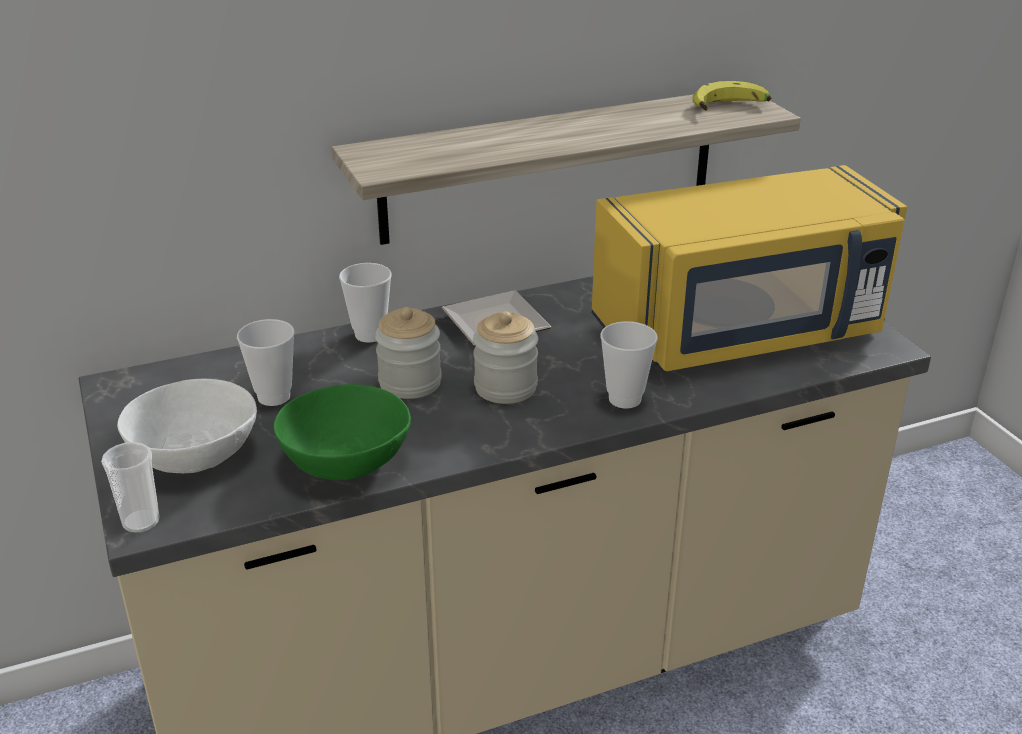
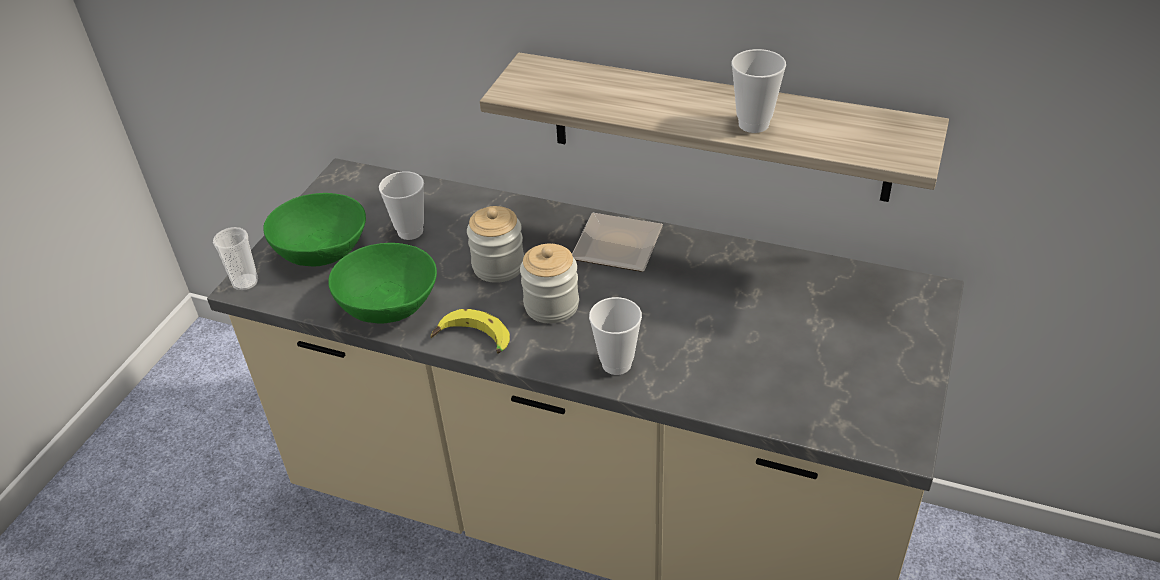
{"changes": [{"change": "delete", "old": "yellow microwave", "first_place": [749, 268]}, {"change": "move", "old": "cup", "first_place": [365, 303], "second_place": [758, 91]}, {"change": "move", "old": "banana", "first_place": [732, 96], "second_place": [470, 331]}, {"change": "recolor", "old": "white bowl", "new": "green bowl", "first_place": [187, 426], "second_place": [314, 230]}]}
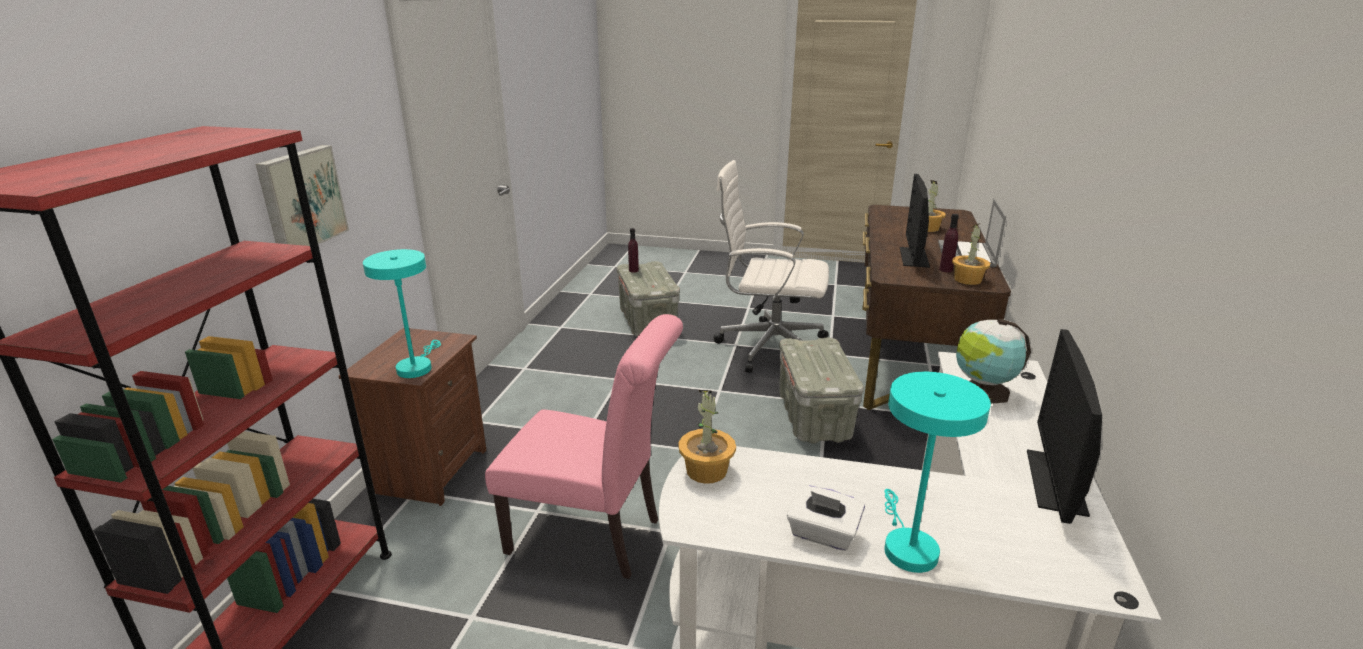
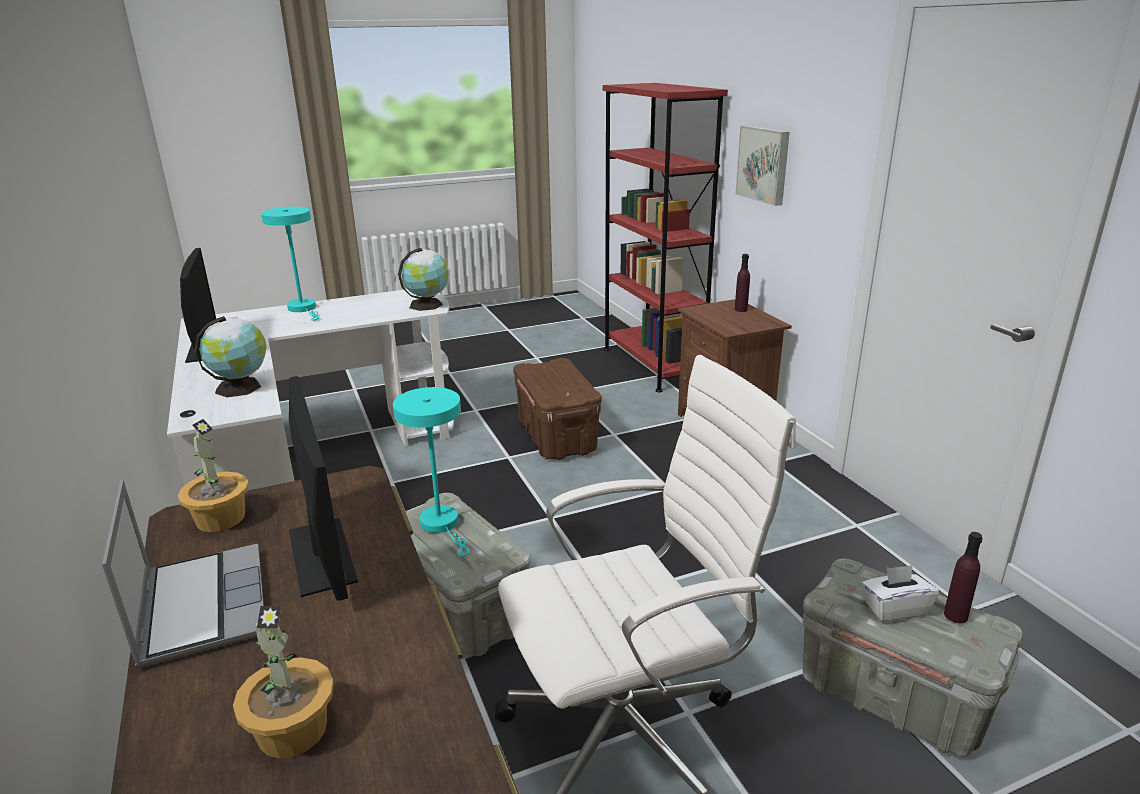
{"changes": [{"change": "move", "old": "turquoise table lamp", "first_place": [402, 313], "second_place": [431, 472]}, {"change": "move", "old": "white tissue box", "first_place": [826, 518], "second_place": [900, 593]}, {"change": "move", "old": "purple bottle", "first_place": [949, 243], "second_place": [742, 283]}, {"change": "replace", "old": "pink chair", "new": "brown storage box", "first_place": [584, 446], "second_place": [557, 409]}, {"change": "replace", "old": "potted plant", "new": "globe", "first_place": [707, 437], "second_place": [423, 279]}]}
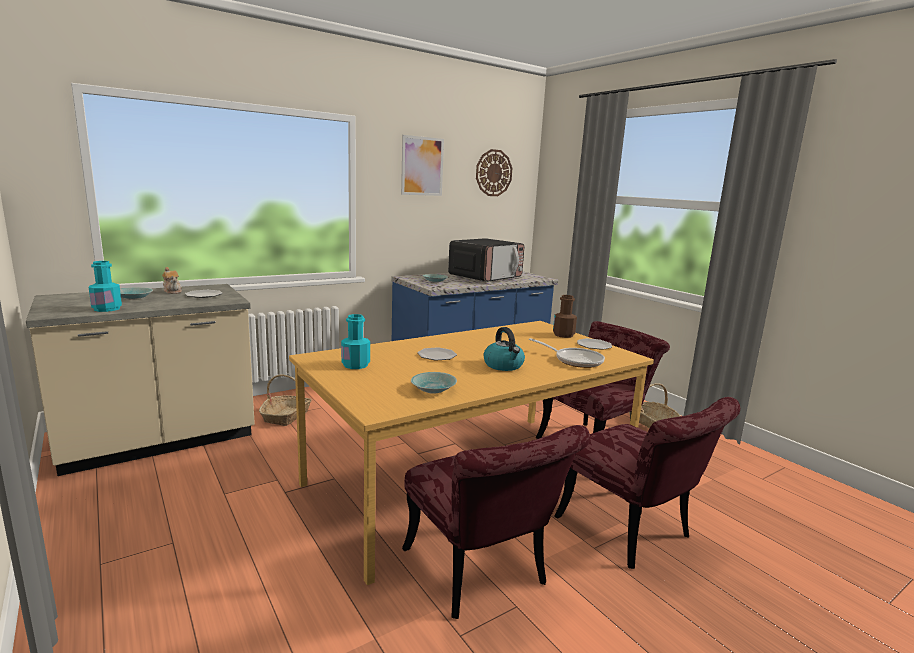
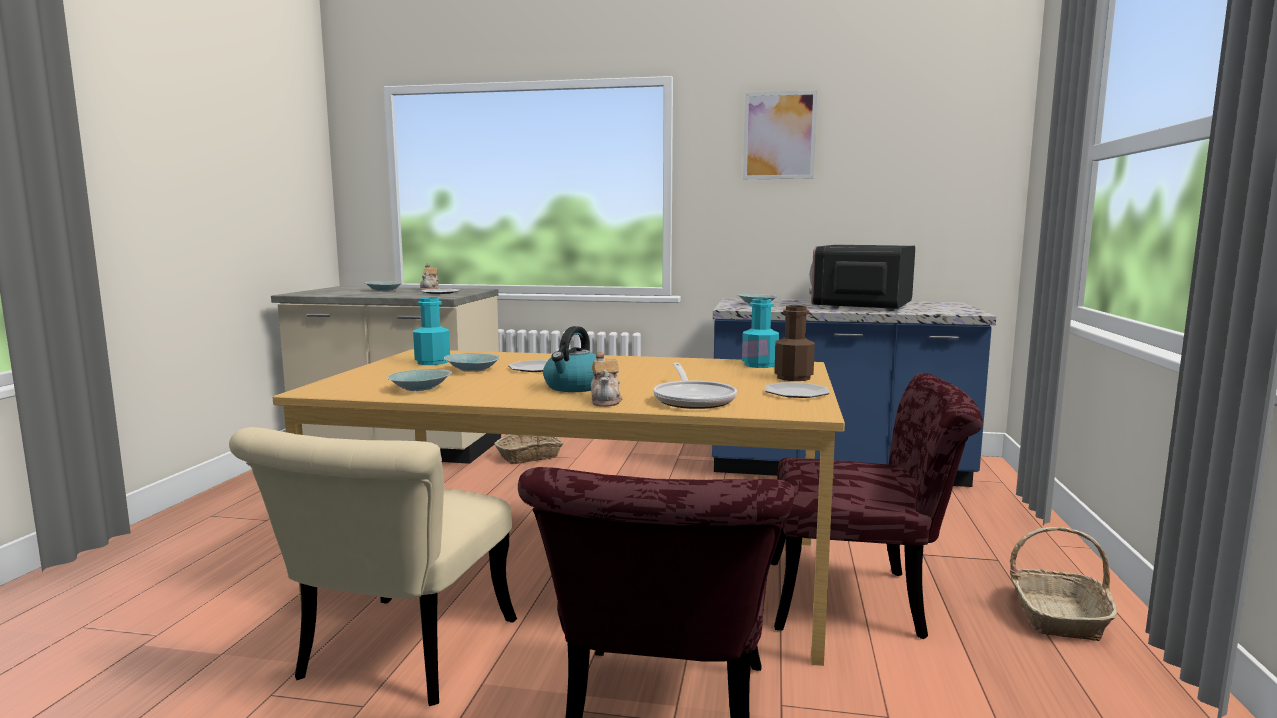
{"changes": [{"change": "delete", "old": "wall clock", "first_place": [494, 172]}, {"change": "insert", "new": "turquoise bowl", "second_place": [472, 362]}, {"change": "insert", "new": "teapot", "second_place": [606, 379]}, {"change": "move", "old": "turquoise bottle", "first_place": [105, 286], "second_place": [760, 333]}, {"change": "recolor", "old": "red chair", "new": "beige chair", "first_place": [496, 522], "second_place": [373, 566]}, {"change": "rotate", "old": "microwave", "first_place": [486, 260], "second_place": [862, 278], "degrees": 120}]}
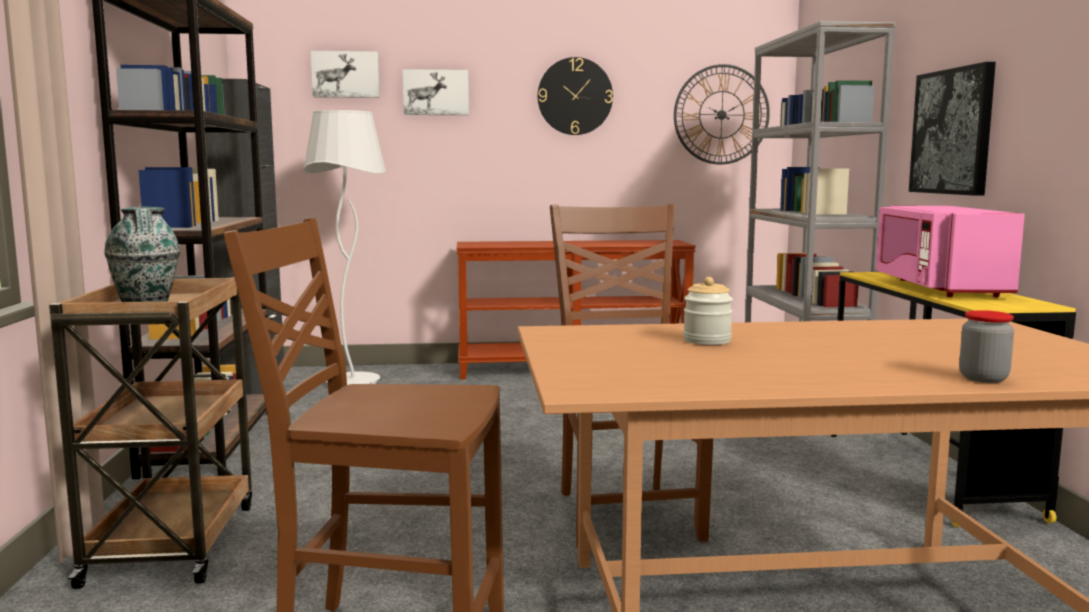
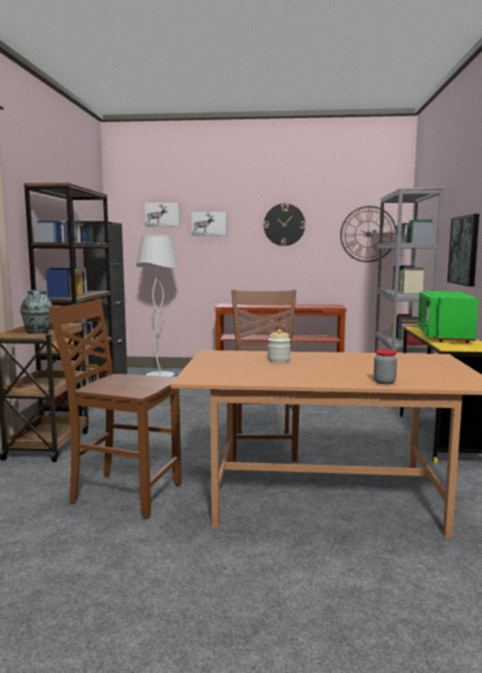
{"changes": [{"change": "recolor", "old": "pink microwave", "new": "green microwave", "first_place": [950, 251], "second_place": [448, 317]}]}
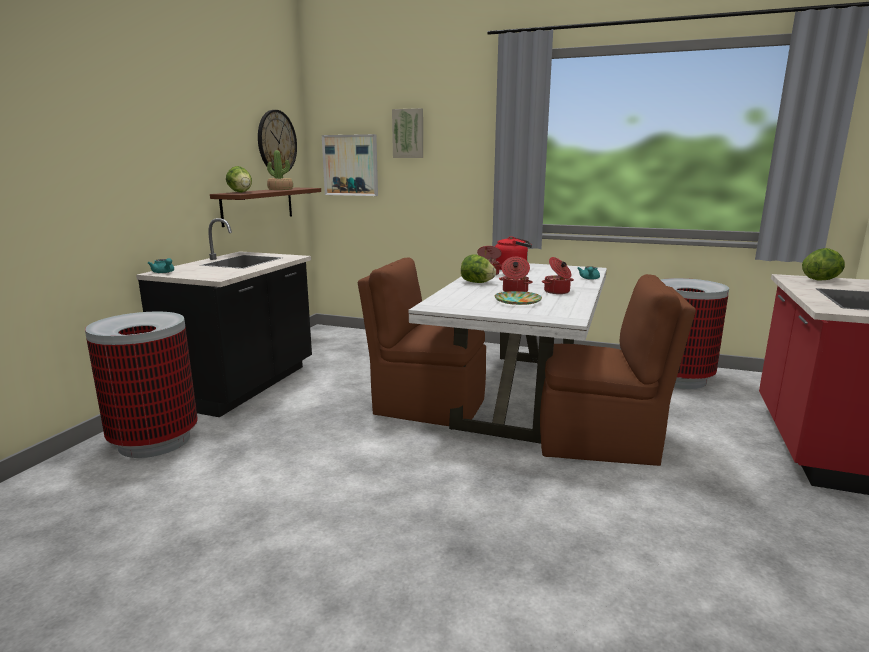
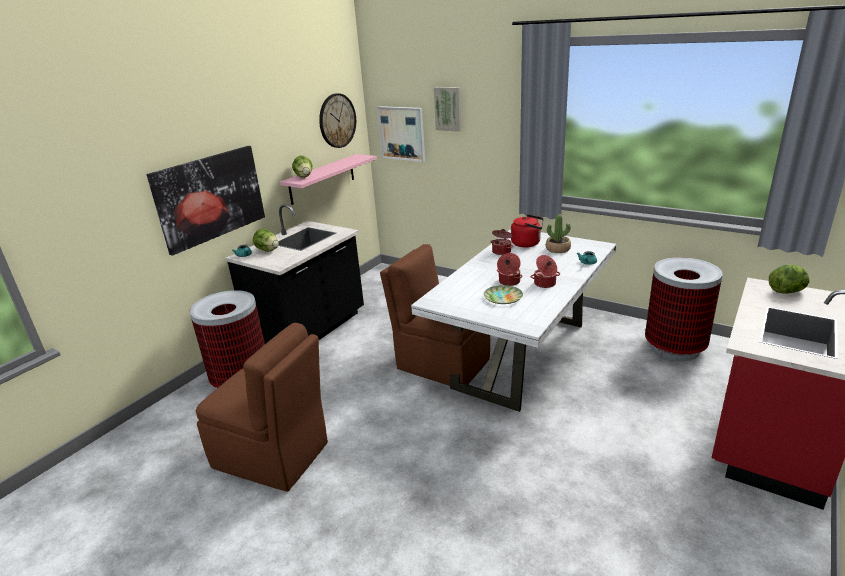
{"changes": [{"change": "insert", "new": "picture", "second_place": [205, 201]}, {"change": "move", "old": "potted plant", "first_place": [280, 170], "second_place": [558, 233]}, {"change": "move", "old": "lettuce", "first_place": [478, 268], "second_place": [266, 240]}, {"change": "move", "old": "brown chair", "first_place": [618, 370], "second_place": [262, 407]}, {"change": "recolor", "old": "brown shelf", "new": "pink shelf", "first_place": [265, 207], "second_place": [328, 179]}]}
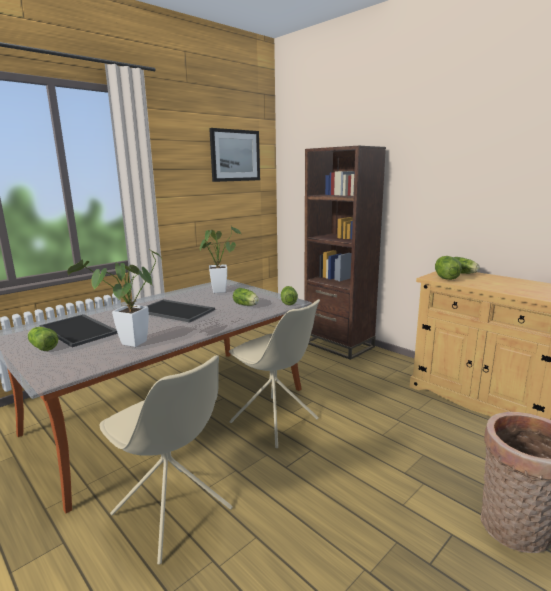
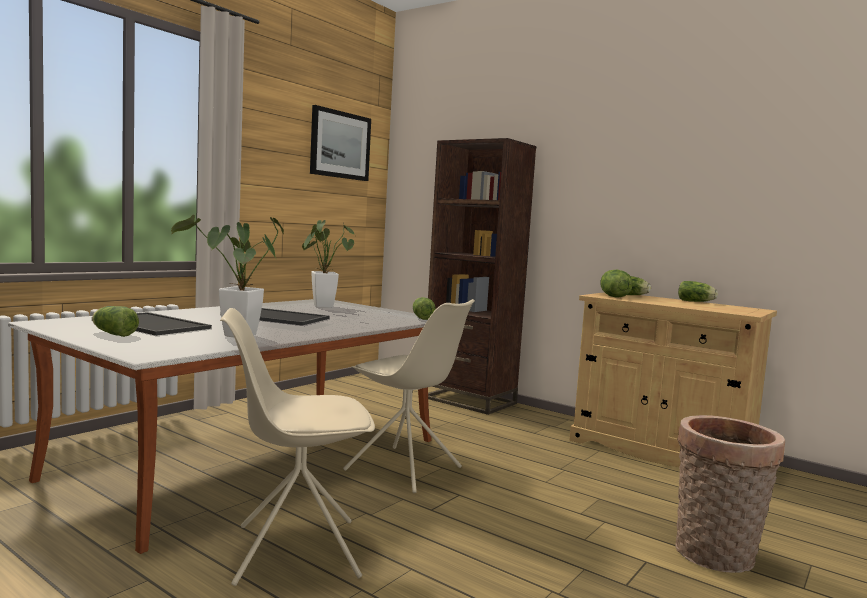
{"changes": [{"change": "move", "old": "lettuce", "first_place": [246, 297], "second_place": [698, 291]}, {"change": "rotate", "old": "beige chair", "first_place": [166, 460], "second_place": [297, 447], "degrees": 135}]}
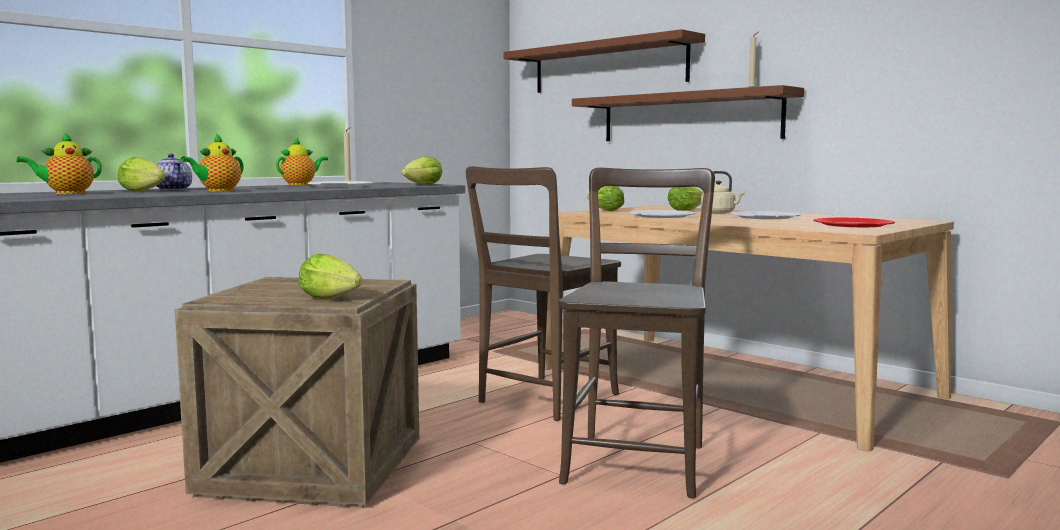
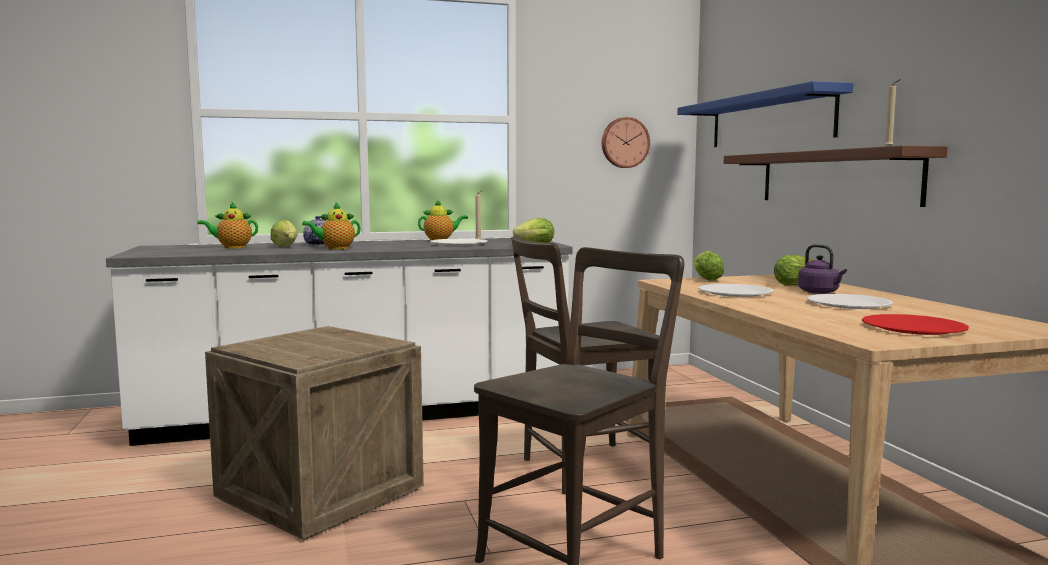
{"changes": [{"change": "delete", "old": "lettuce", "first_place": [331, 276]}, {"change": "insert", "new": "wall clock", "second_place": [626, 142]}, {"change": "recolor", "old": "brown shelf", "new": "blue shelf", "first_place": [604, 61], "second_place": [765, 114]}, {"change": "recolor", "old": "beige kettle", "new": "purple kettle", "first_place": [723, 192], "second_place": [822, 269]}]}
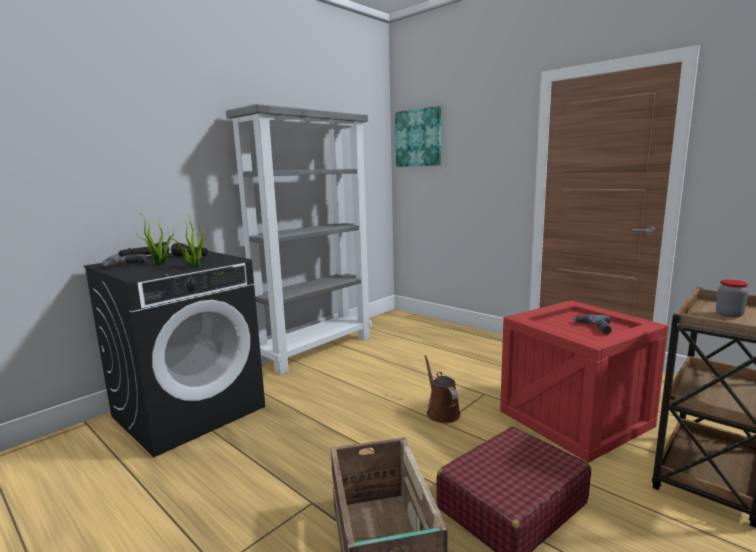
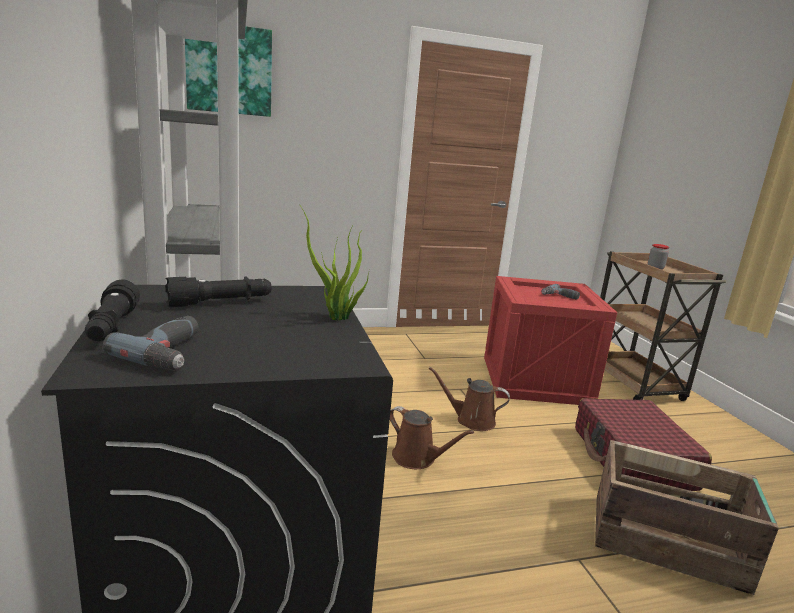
{"changes": [{"change": "delete", "old": "potted plant", "first_place": [154, 241]}, {"change": "insert", "new": "brown watering can", "second_place": [432, 437]}]}
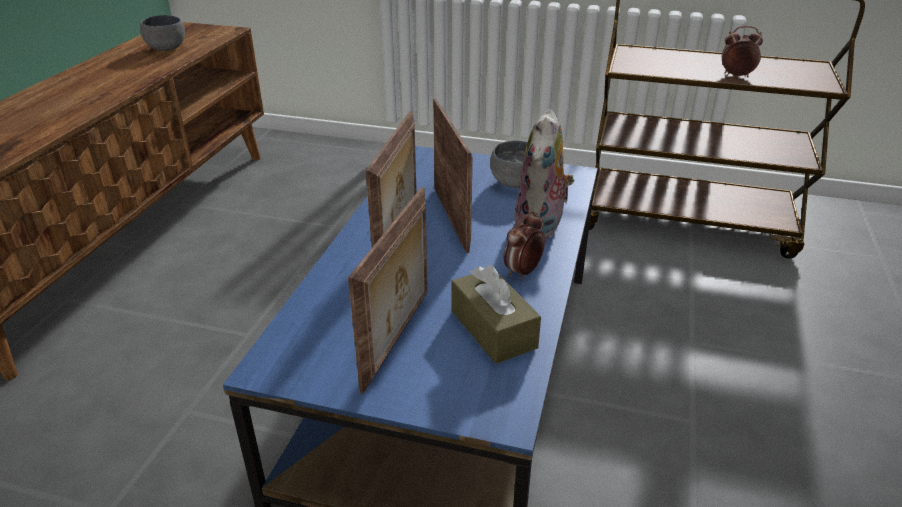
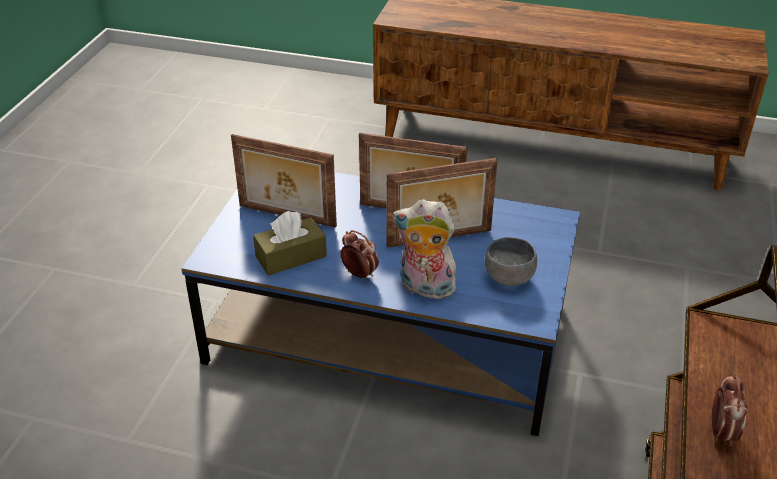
{"changes": [{"change": "delete", "old": "grey bowl", "first_place": [162, 33]}]}
